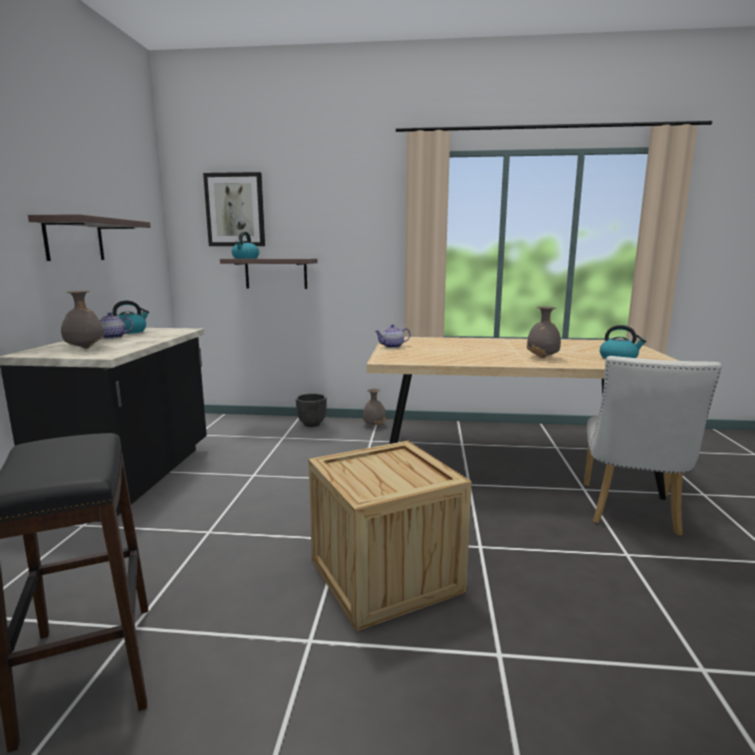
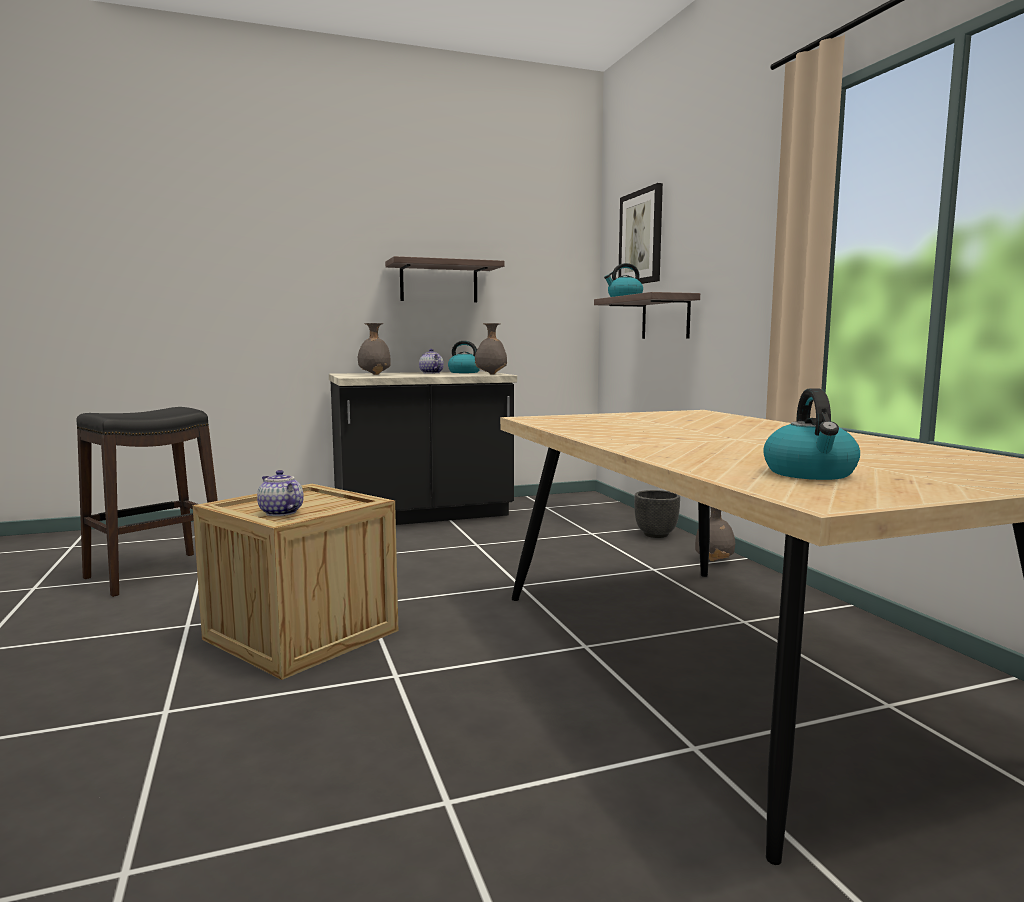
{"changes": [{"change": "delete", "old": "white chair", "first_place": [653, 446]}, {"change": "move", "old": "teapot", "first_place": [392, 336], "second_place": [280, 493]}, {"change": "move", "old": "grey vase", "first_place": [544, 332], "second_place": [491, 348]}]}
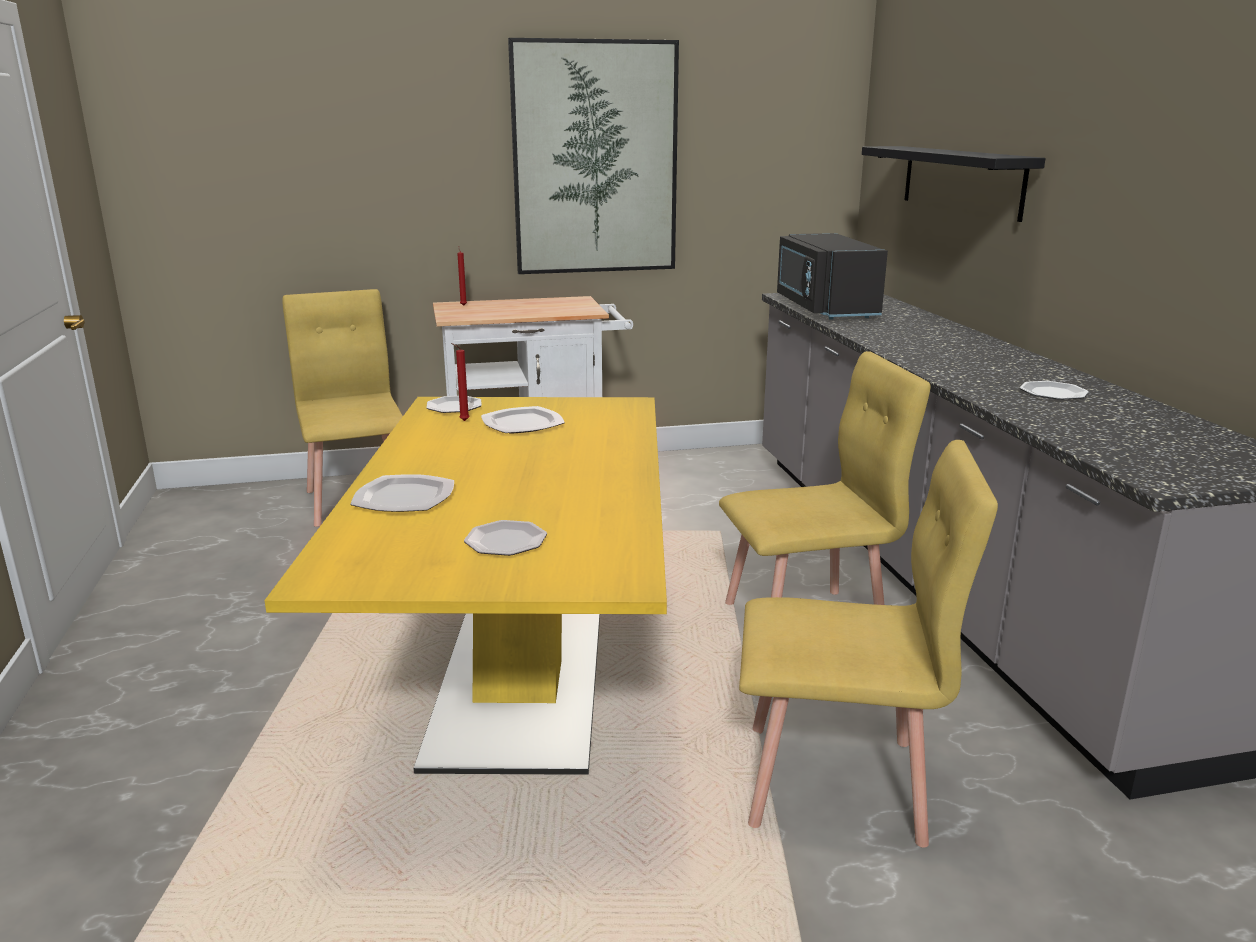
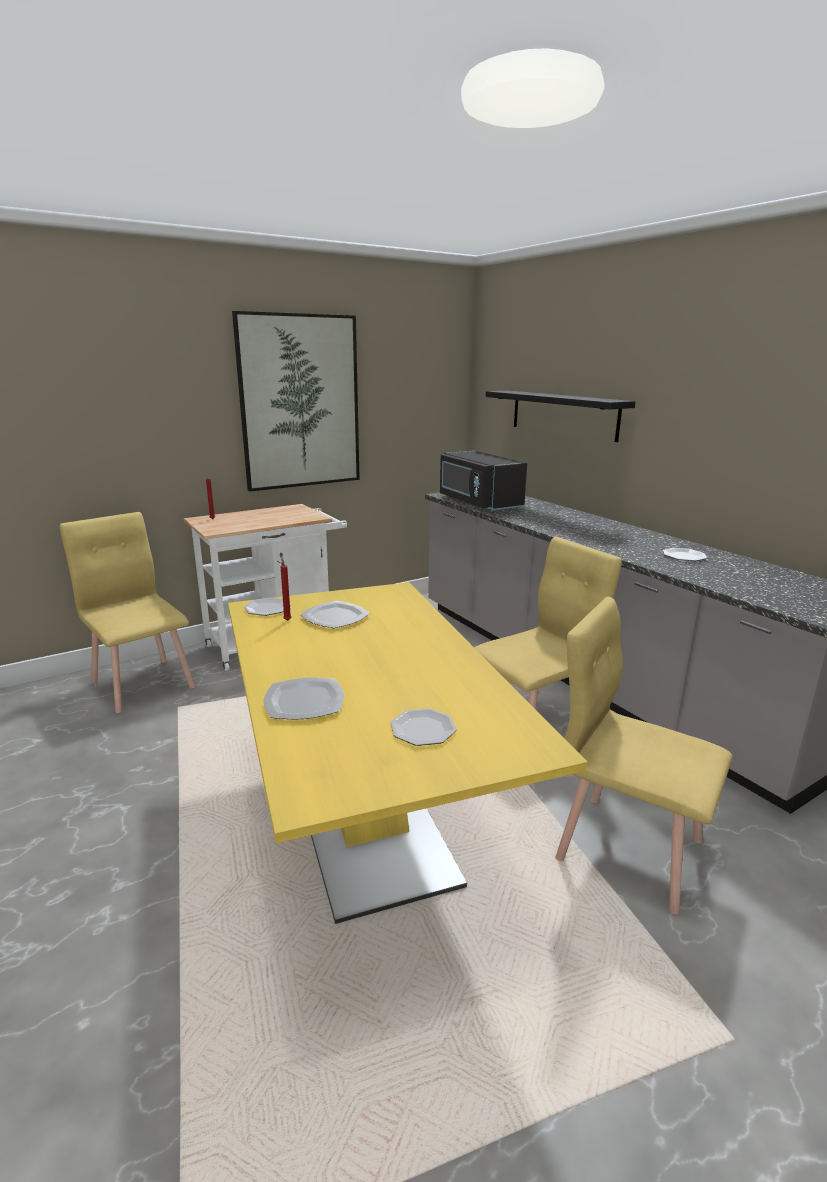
{"changes": [{"change": "rotate", "old": "yellow chair", "first_place": [868, 644], "second_place": [644, 755], "degrees": -135}]}
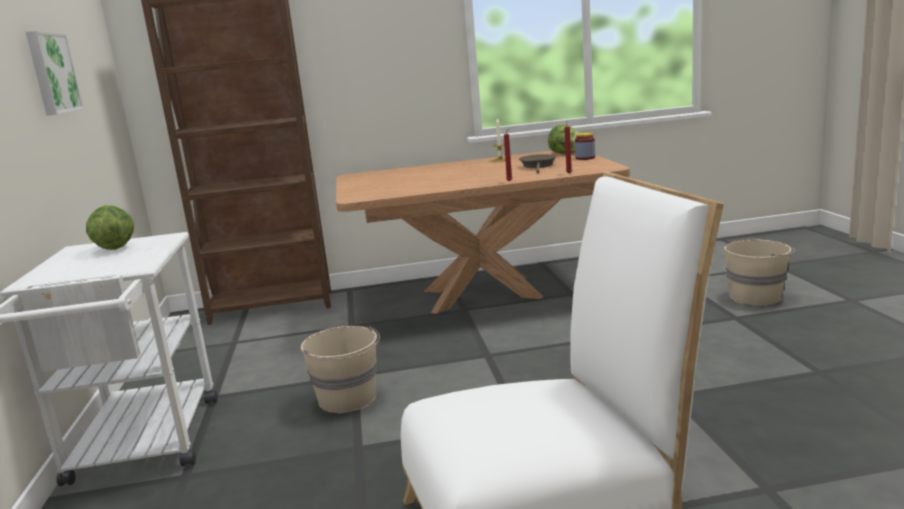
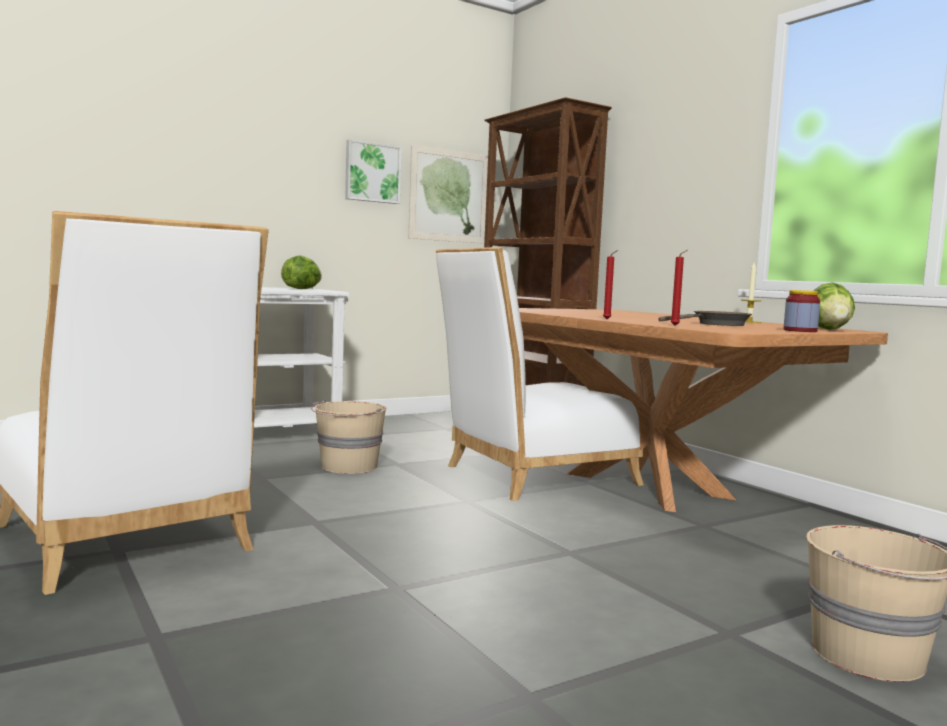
{"changes": [{"change": "insert", "new": "picture", "second_place": [448, 194]}, {"change": "insert", "new": "white chair", "second_place": [540, 374]}]}
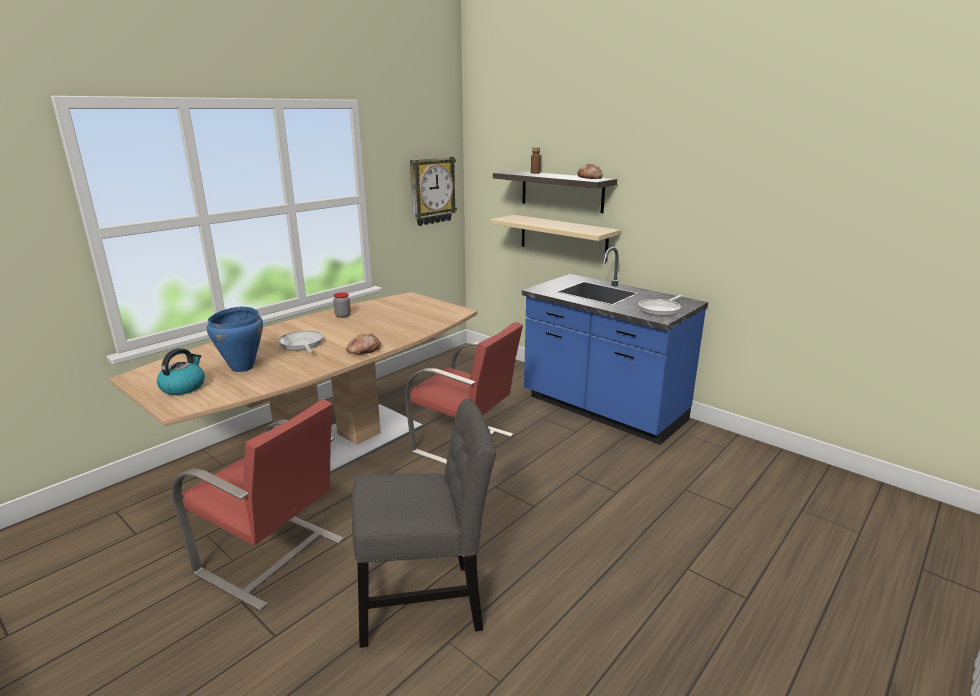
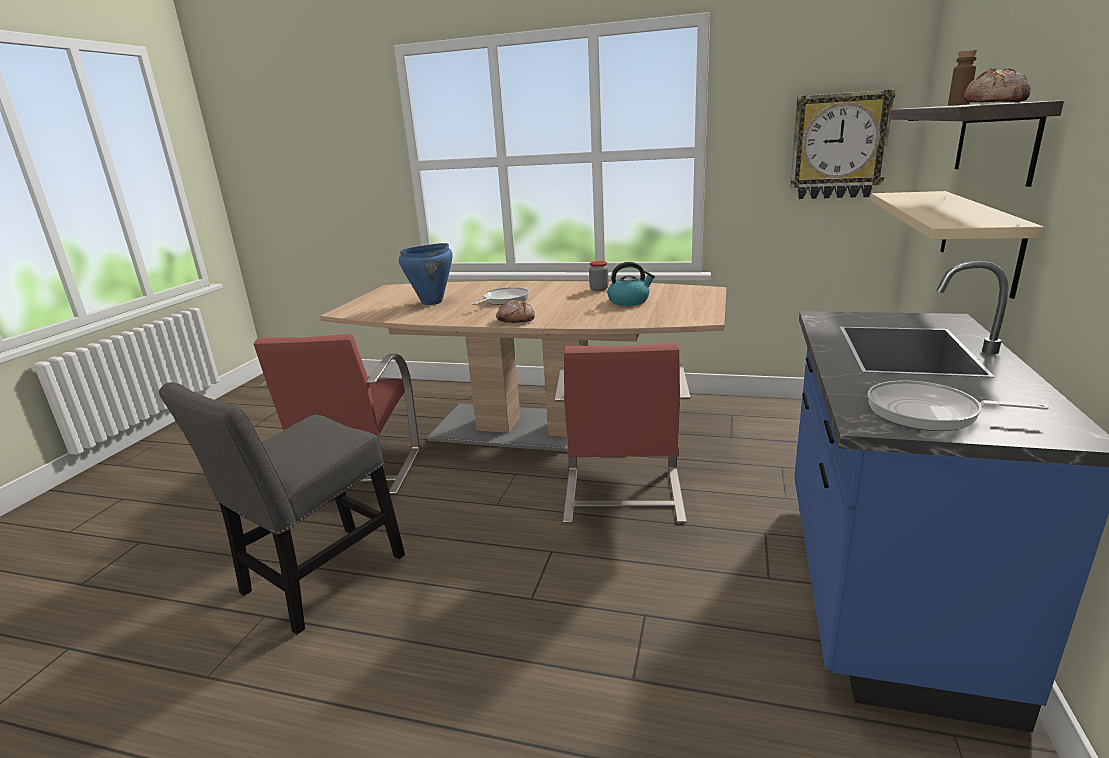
{"changes": [{"change": "move", "old": "kettle", "first_place": [181, 371], "second_place": [631, 284]}, {"change": "rotate", "old": "grey chair", "first_place": [424, 523], "second_place": [282, 508], "degrees": 75}]}
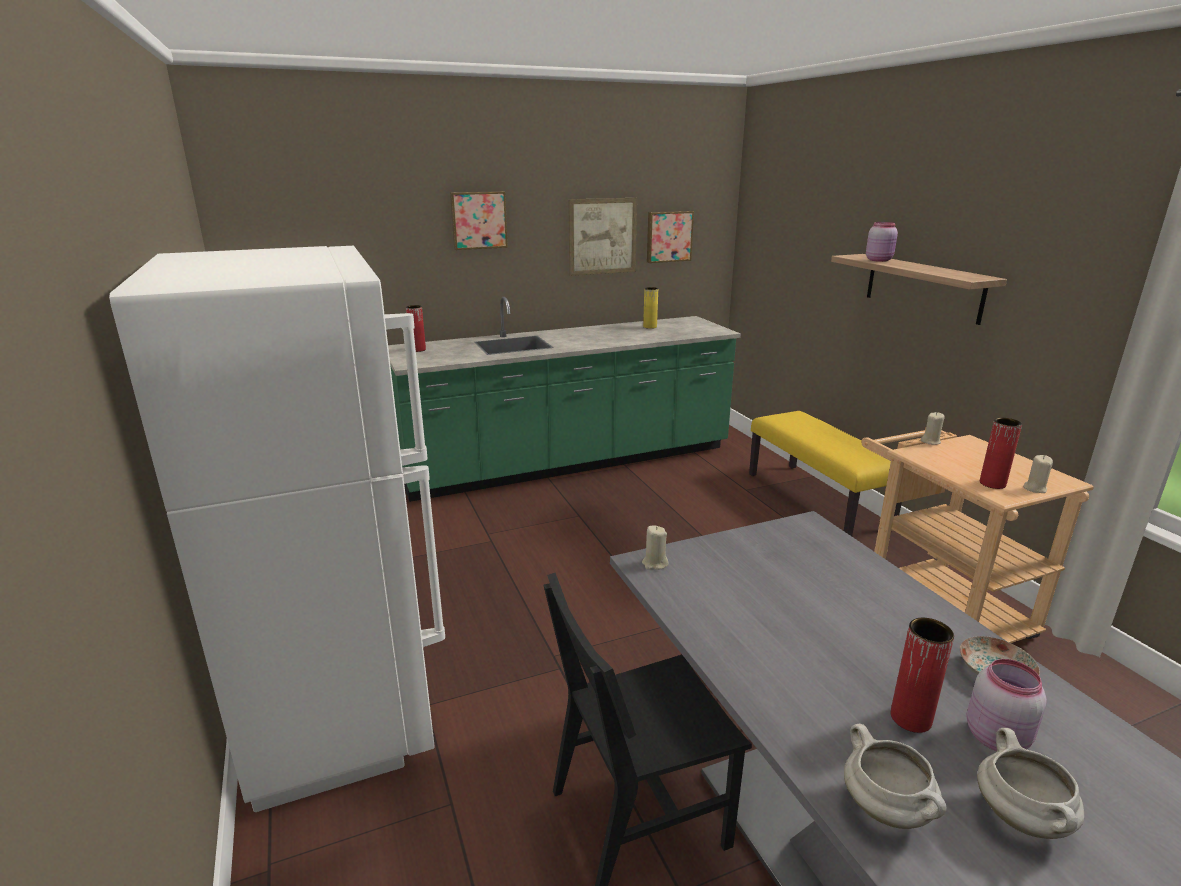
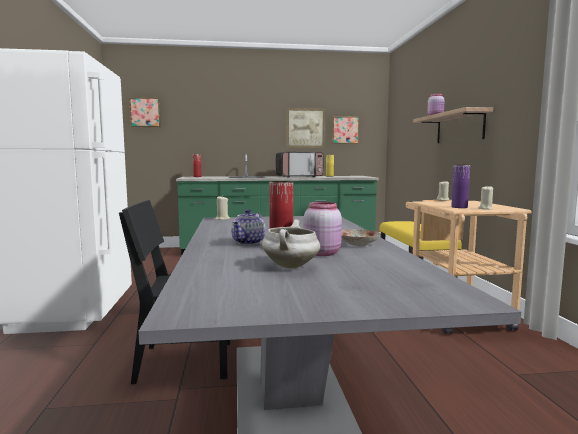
{"changes": [{"change": "delete", "old": "white cooking pot", "first_place": [895, 776]}, {"change": "insert", "new": "teapot", "second_place": [248, 227]}, {"change": "insert", "new": "microwave", "second_place": [300, 164]}, {"change": "move", "old": "picture", "first_place": [479, 220], "second_place": [145, 112]}, {"change": "recolor", "old": "red vase", "new": "purple vase", "first_place": [1001, 453], "second_place": [460, 186]}]}
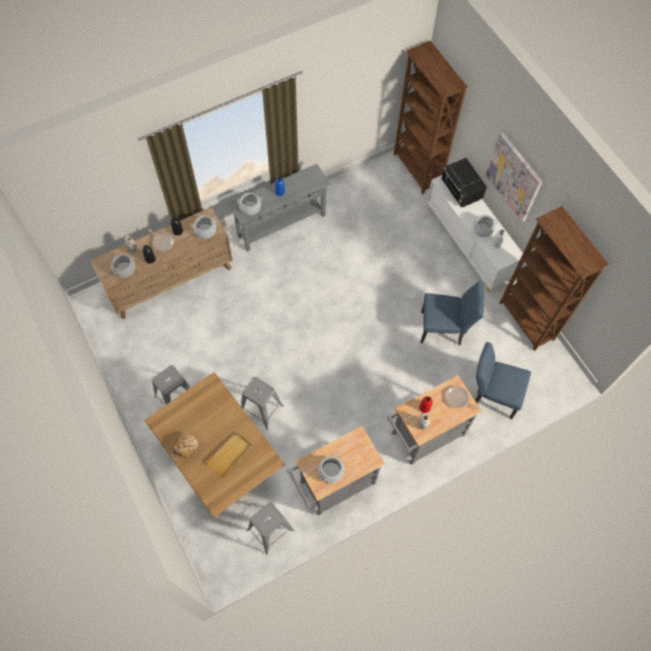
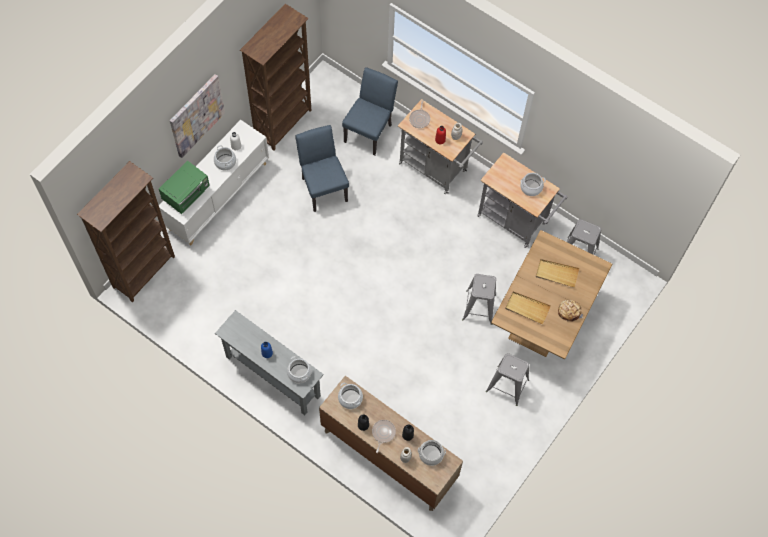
{"changes": [{"change": "insert", "new": "beige tray", "second_place": [528, 308]}, {"change": "recolor", "old": "black microwave", "new": "green microwave", "first_place": [464, 182], "second_place": [184, 187]}, {"change": "rotate", "old": "blue chair", "first_place": [503, 380], "second_place": [370, 111], "degrees": -150}]}
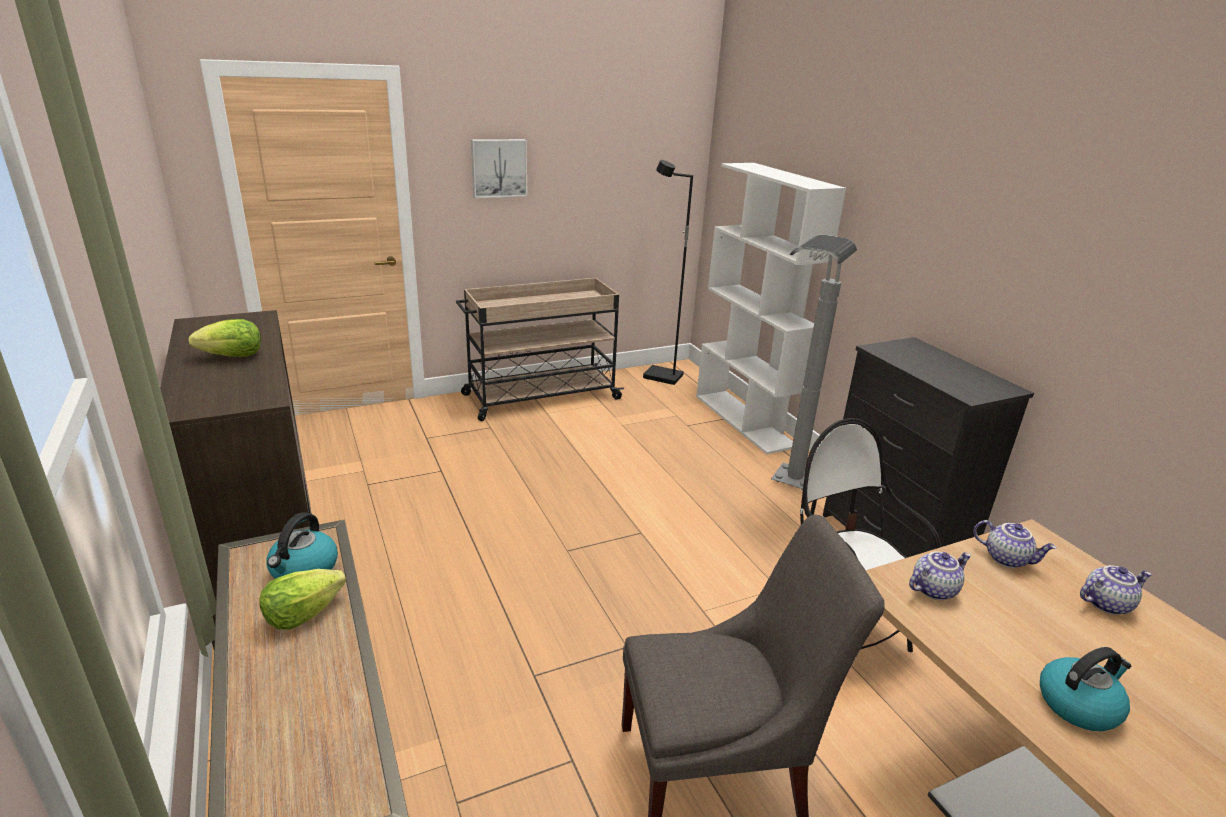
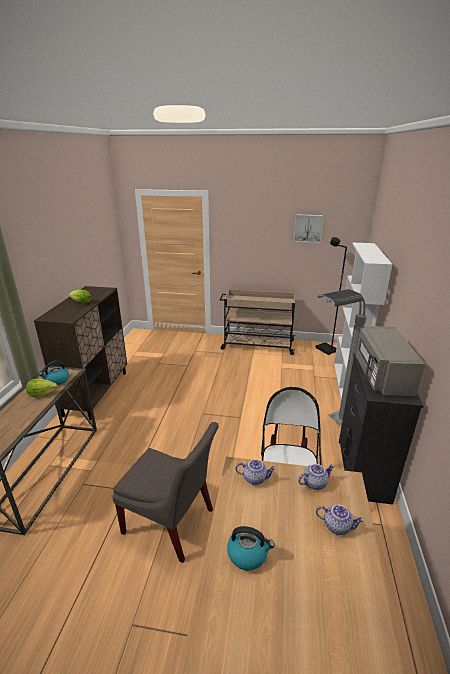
{"changes": [{"change": "insert", "new": "grey microwave", "second_place": [390, 361]}, {"change": "move", "old": "picture", "first_place": [499, 168], "second_place": [308, 229]}, {"change": "rotate", "old": "teapot", "first_place": [1015, 544], "second_place": [316, 477], "degrees": -90}]}
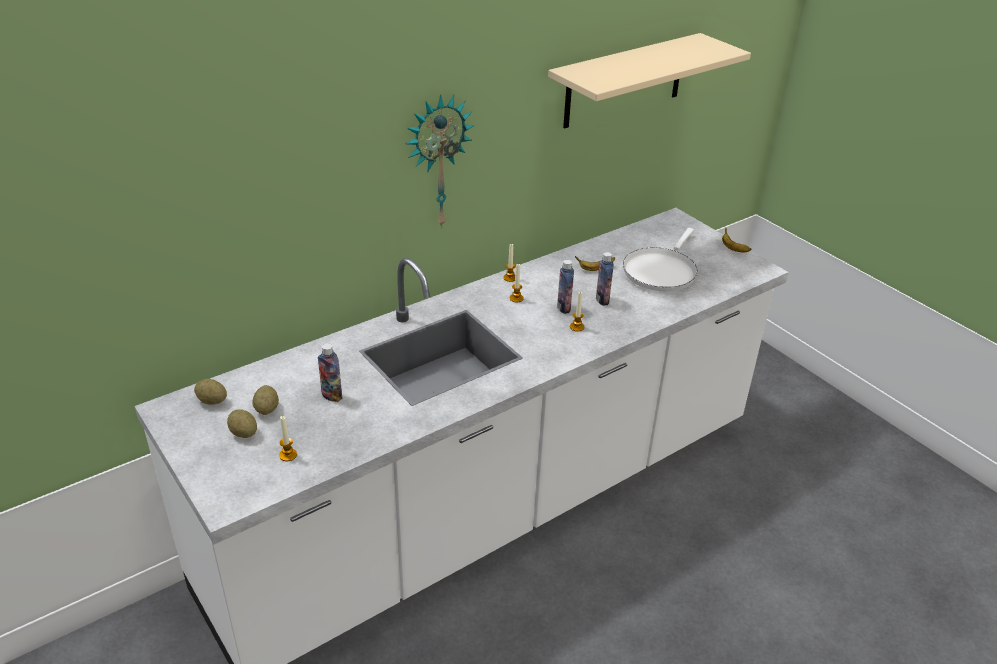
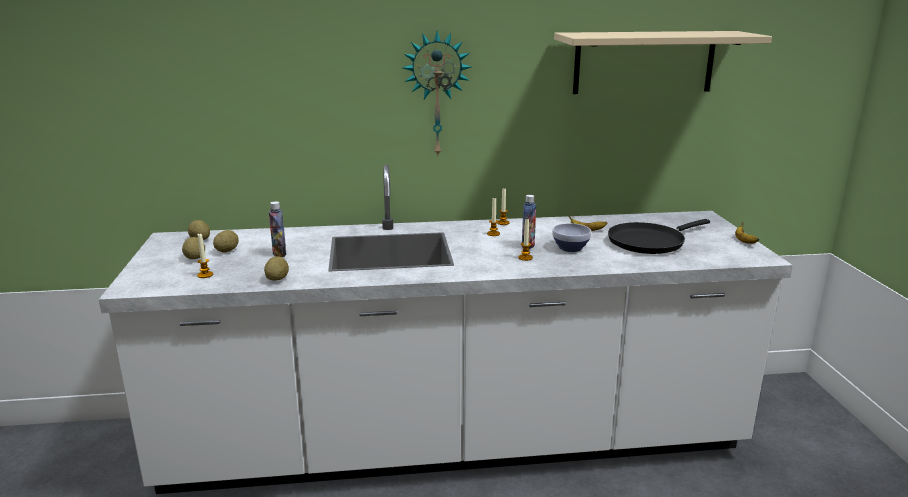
{"changes": [{"change": "insert", "new": "potato", "second_place": [276, 268]}, {"change": "replace", "old": "bottle", "new": "bowl", "first_place": [605, 279], "second_place": [571, 237]}, {"change": "recolor", "old": "white frying pan", "new": "black frying pan", "first_place": [660, 259], "second_place": [659, 236]}]}
